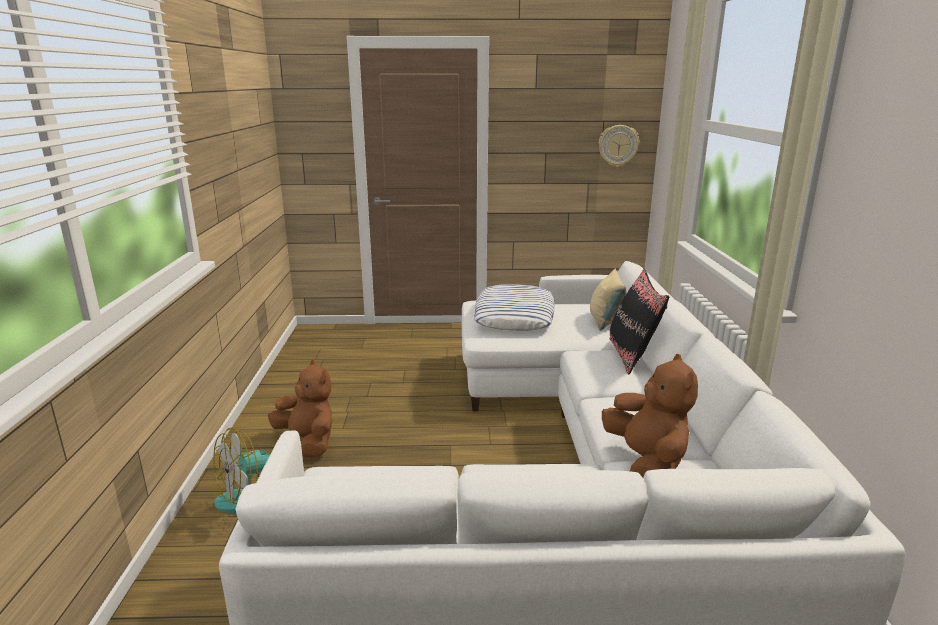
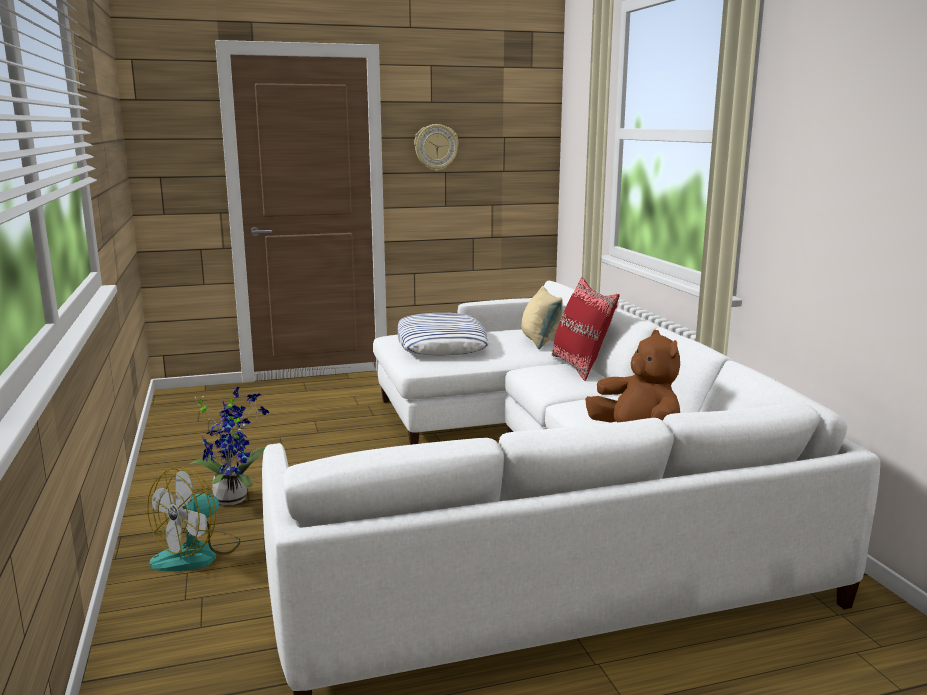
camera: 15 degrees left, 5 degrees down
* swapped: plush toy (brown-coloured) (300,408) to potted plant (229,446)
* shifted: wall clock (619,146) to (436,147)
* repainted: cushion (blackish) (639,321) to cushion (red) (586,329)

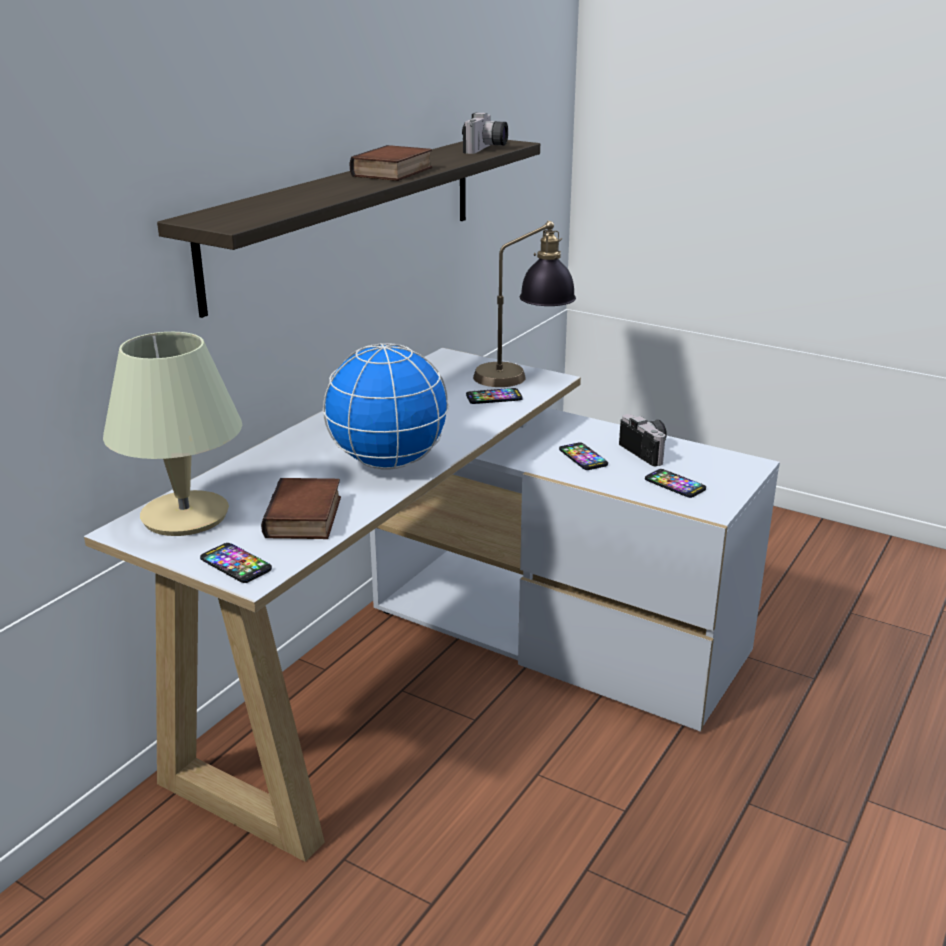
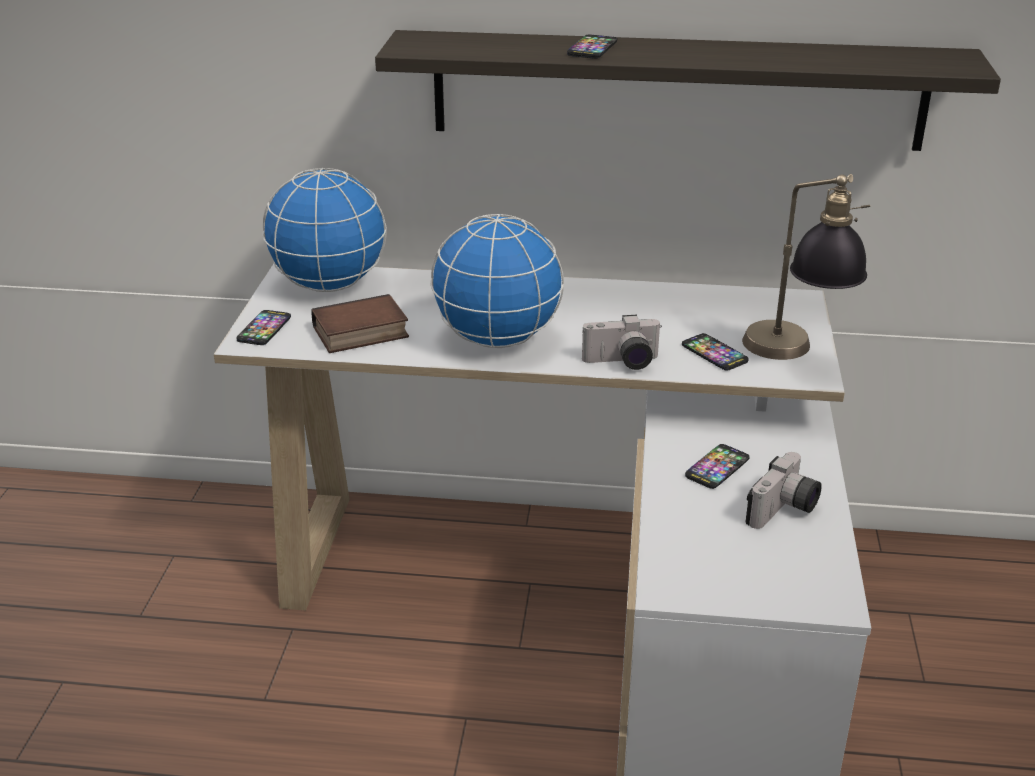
camera: 65 degrees right, 5 degrees up
* swapped: lamp for a table (sand-coloured) (172,434) to globe (324,230)
* shifted: phone (675,483) to (592,46)
* shifted: still camera (485,133) to (621,342)
* gone: book (390,163)

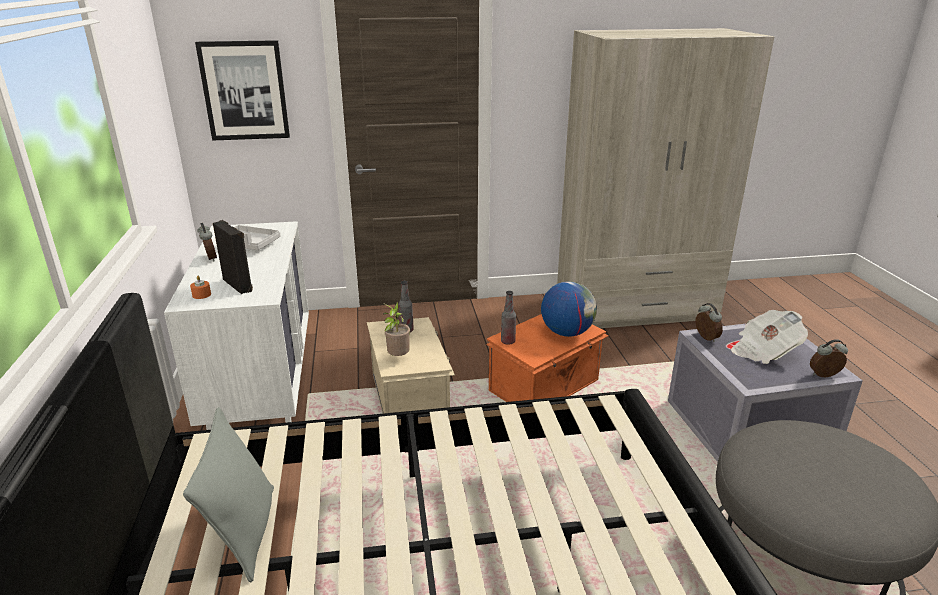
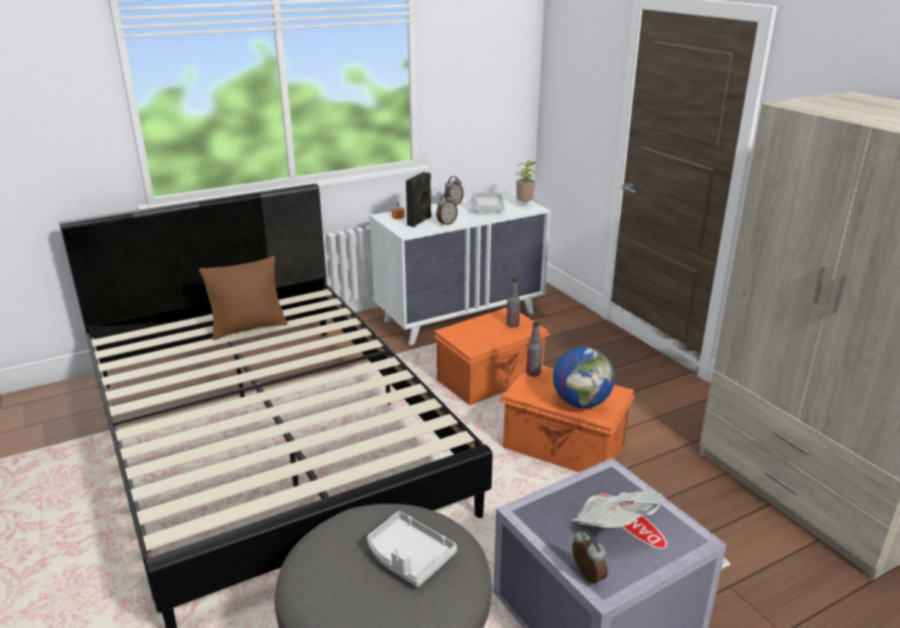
camera: 70 degrees right, 0 degrees up
* repainted: cushion (grey) (228,495) to cushion (brown-coloured) (243,298)
* new: tray (grey) (412,549)
* repainted: storage bin (sand-coloured) (411,365) to storage bin (orange-coloured) (492,356)
* shifted: alarm clock (709,322) to (447,209)
* shifted: potted plant (396,329) to (526,181)
* gone: wall art (242,90)

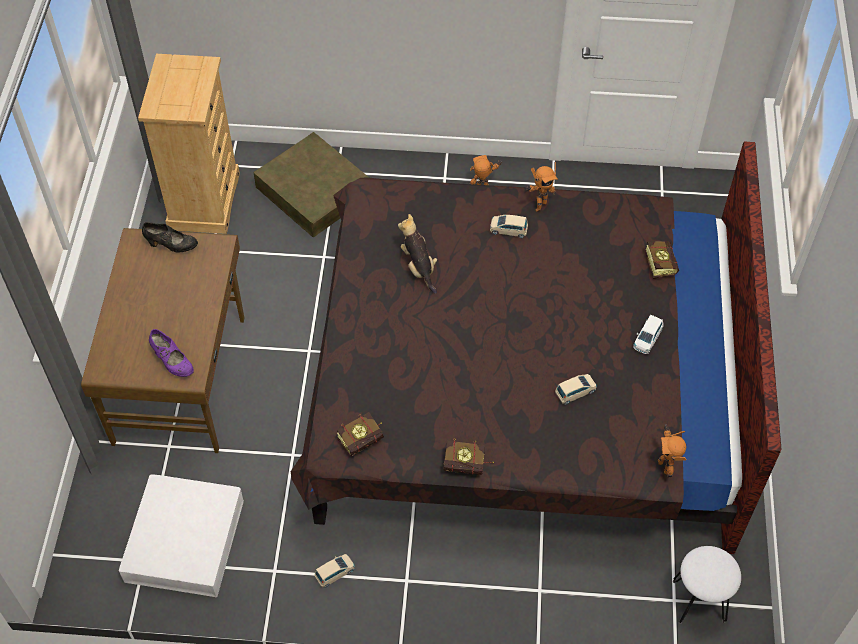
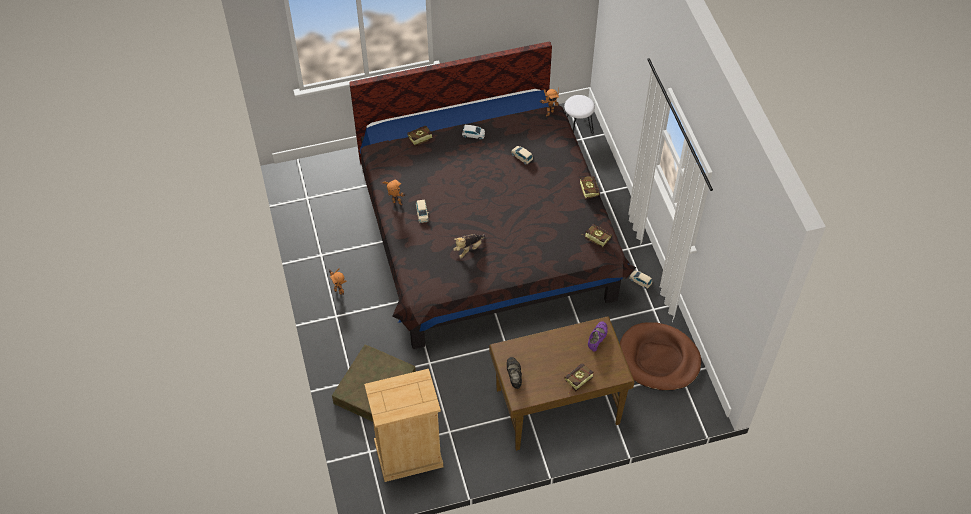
camera: 110 degrees left, 0 degrees up
* new: book (579,379)
* swapped: storage bin (white) (181,535) to dog bed (brown-coloured) (660,356)

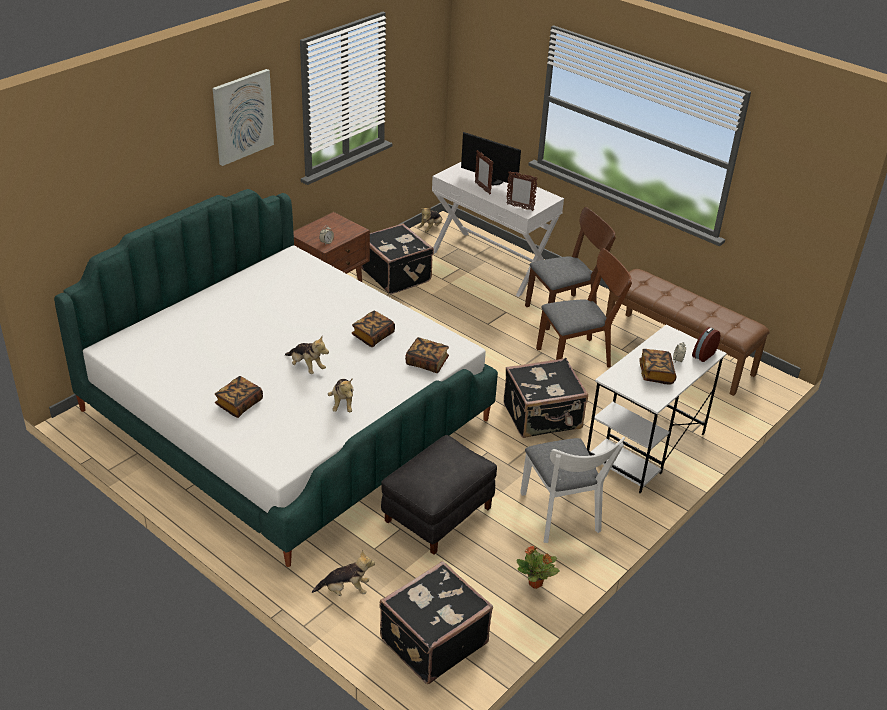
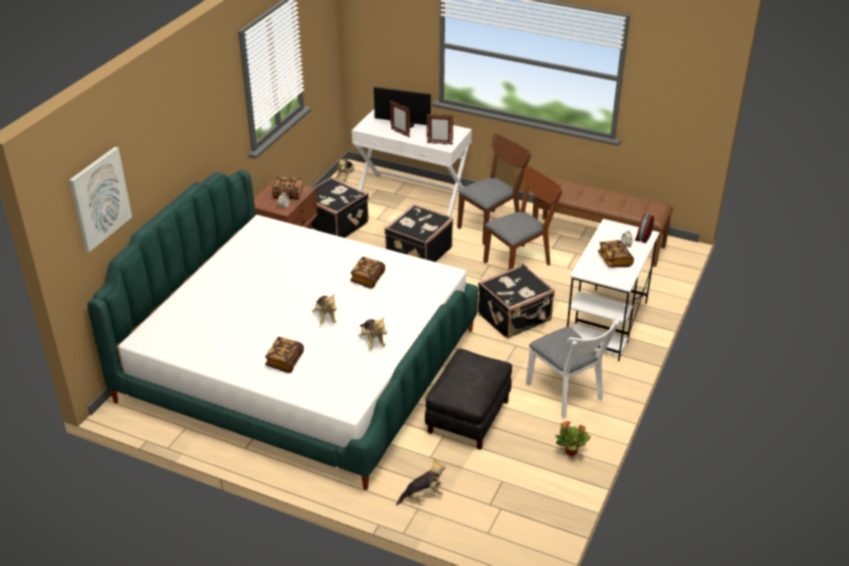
camera: 15 degrees left, 0 degrees up
* shifted: wall art (243,117) to (100,199)
* shifted: book (427,355) to (287,188)
* rotated: plush toy (307,355) = (324,308) 45 degrees clockwise
* shifted: suitcase (blackish) (436,622) to (419,233)

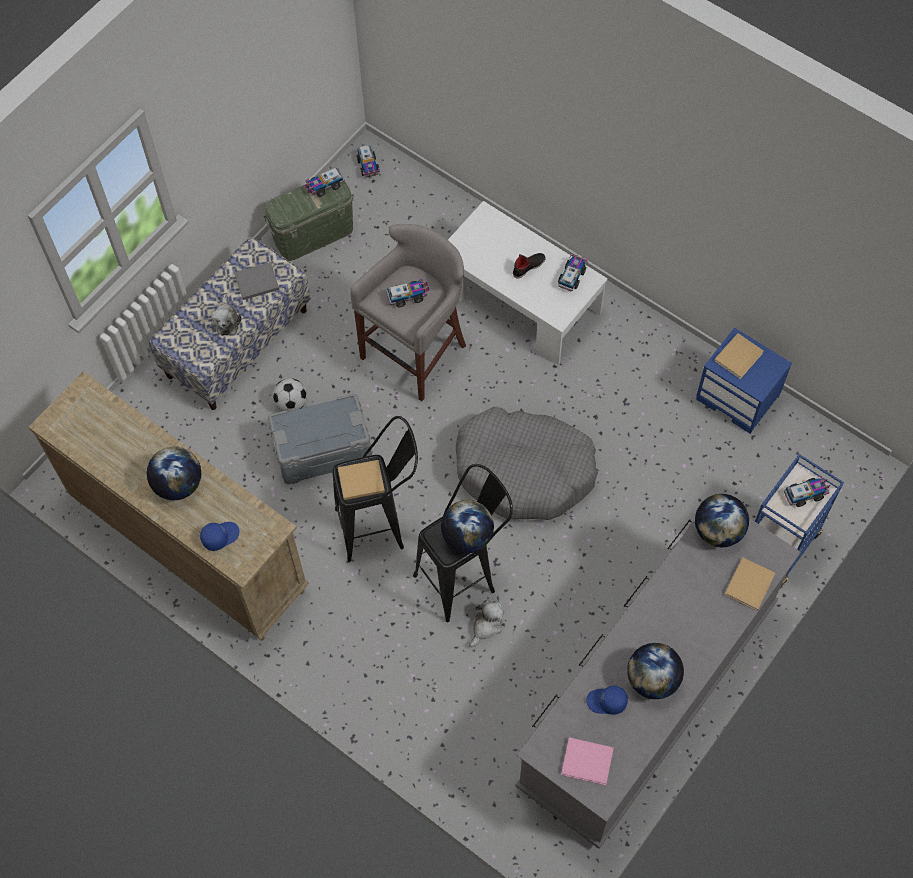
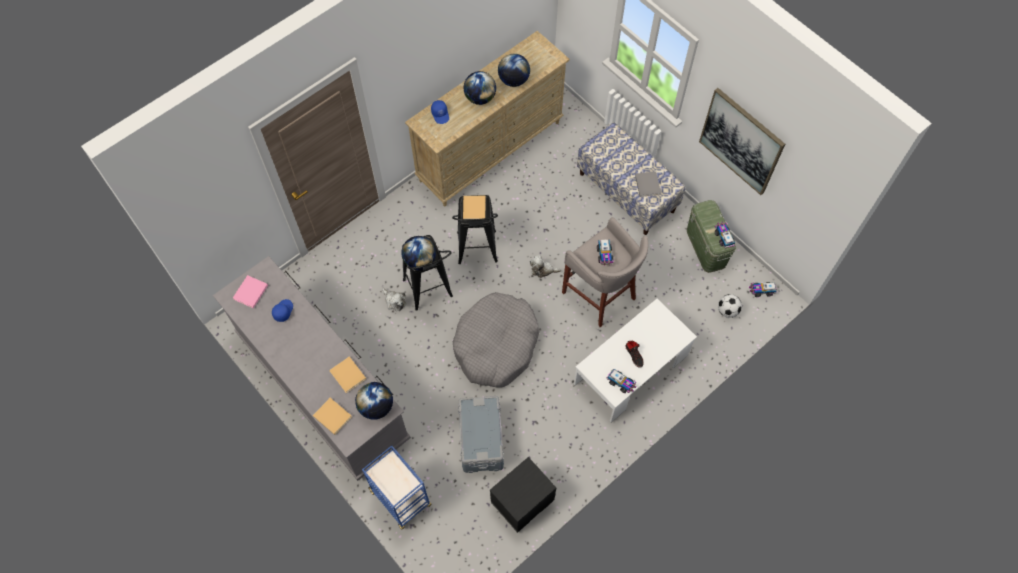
camera: 100 degrees right, 0 degrees up
* shifted: book (sand-coloured) (739,356) to (347,374)
* shifted: storage bin (grey) (320,439) to (481,434)
* repainted: night table (blue-coloured) (744,381) to night table (blackish) (523,495)
* shifted: globe (655,671) to (514,70)
* shifted: plush toy (226,315) to (545,266)
* new: wall art (742,141)
* shifted: football (290,395) to (730,306)
* gone: toy lorry (807,491)

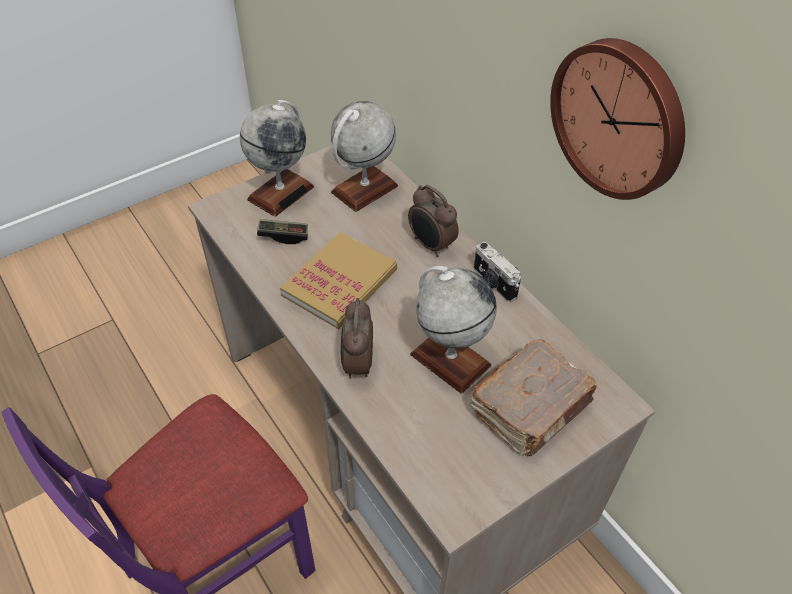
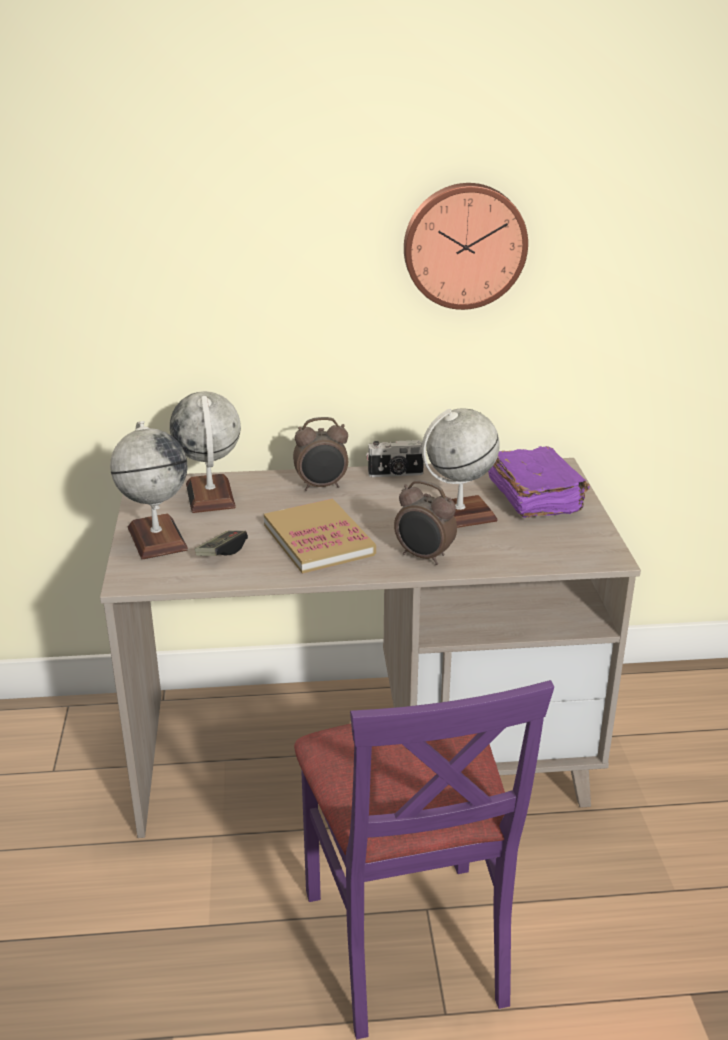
camera: 60 degrees left, 20 degrees down
* repainted: book (brown-coloured) (533,397) to book (purplish) (539,482)

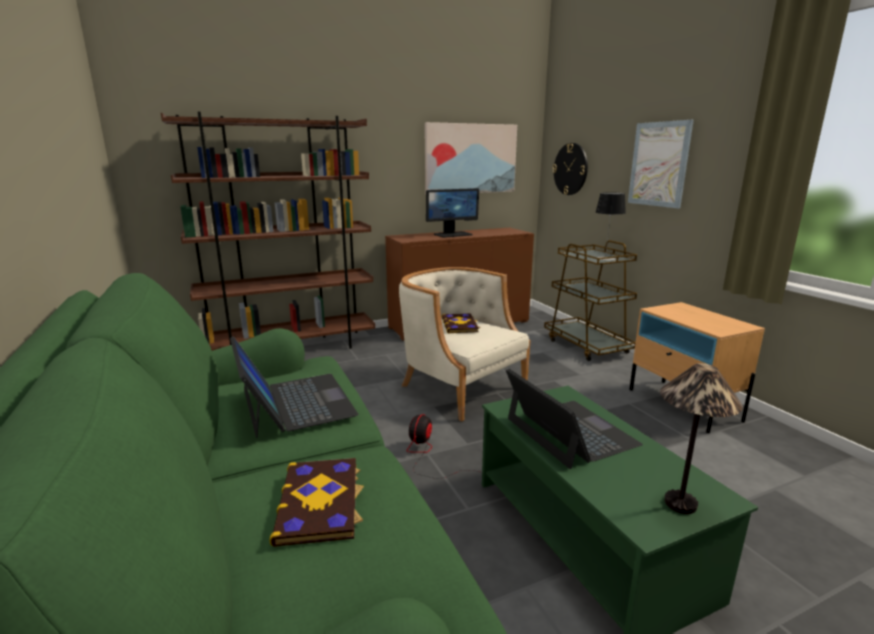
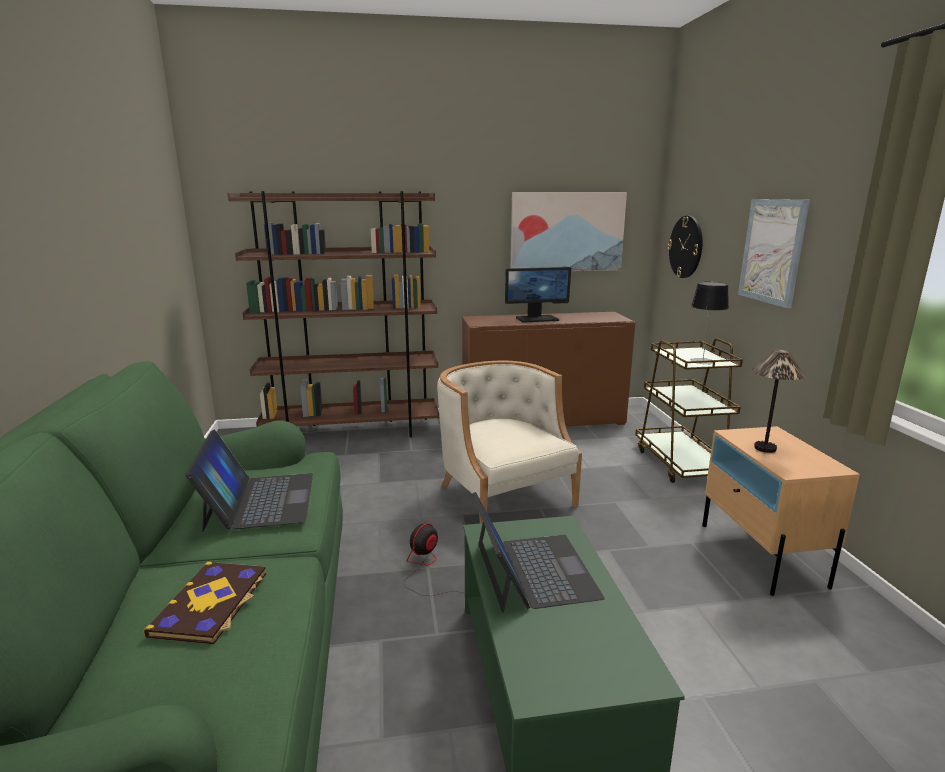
camera: 15 degrees right, 0 degrees up
* shifted: lamp for a table (701,438) to (779,401)
* gone: book (461,323)

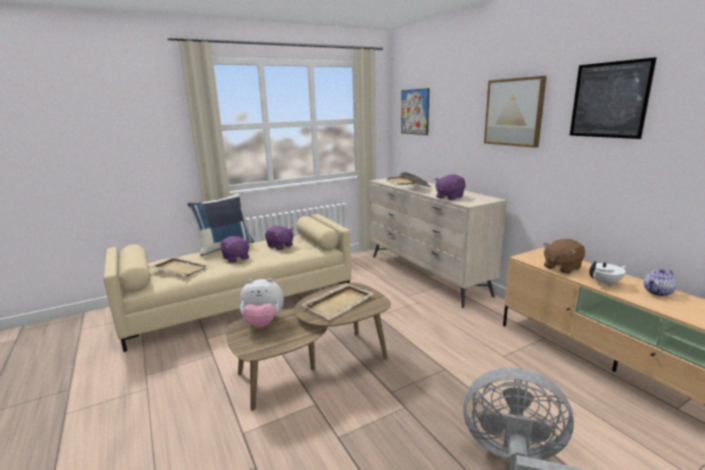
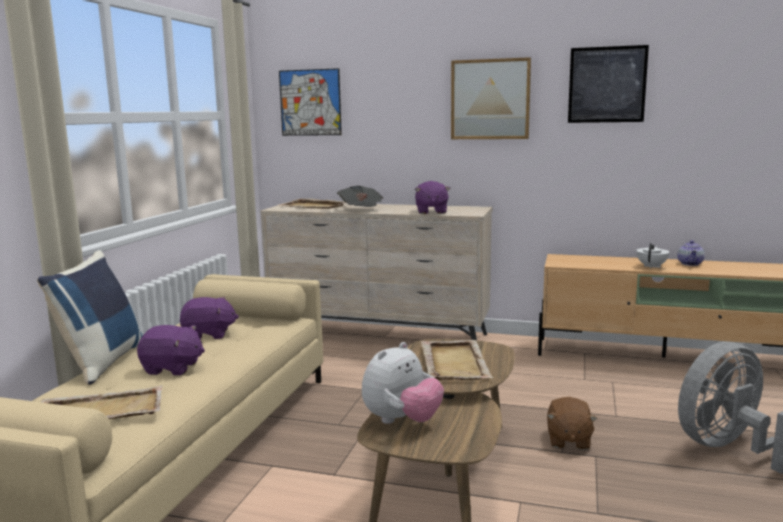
camera: 45 degrees left, 5 degrees down
* shifted: plush toy (brown-coloured) (564,256) to (572,423)

